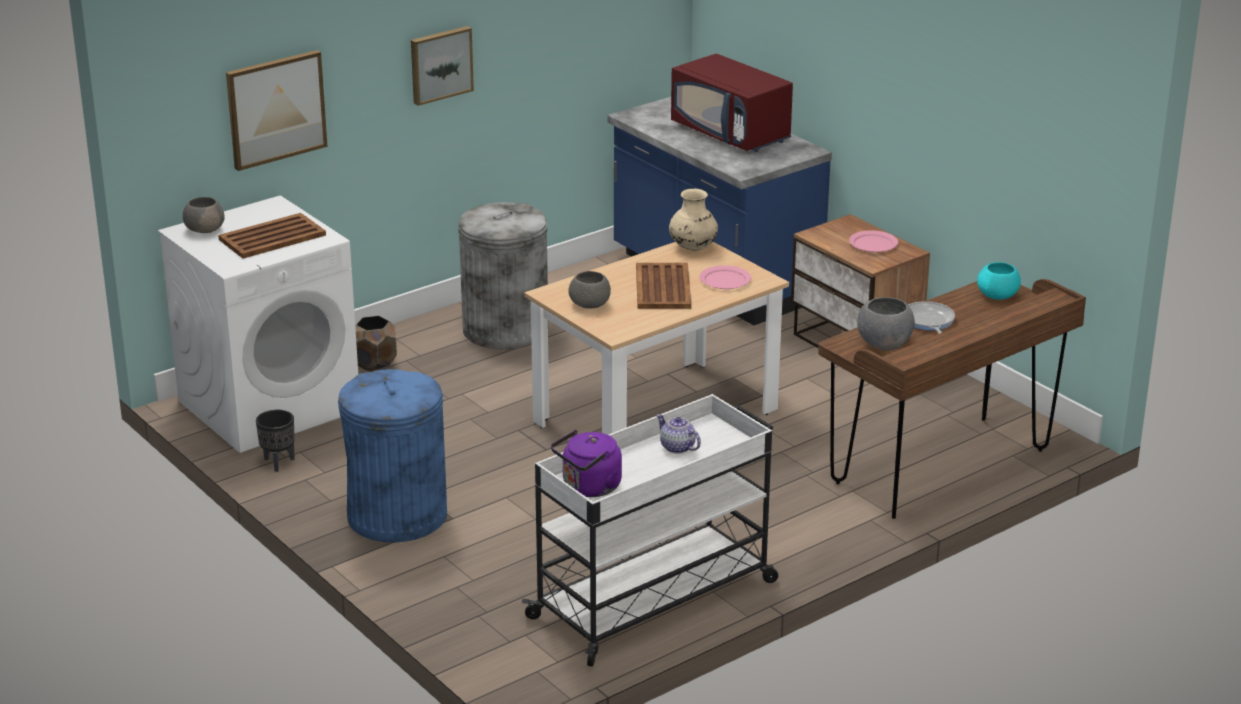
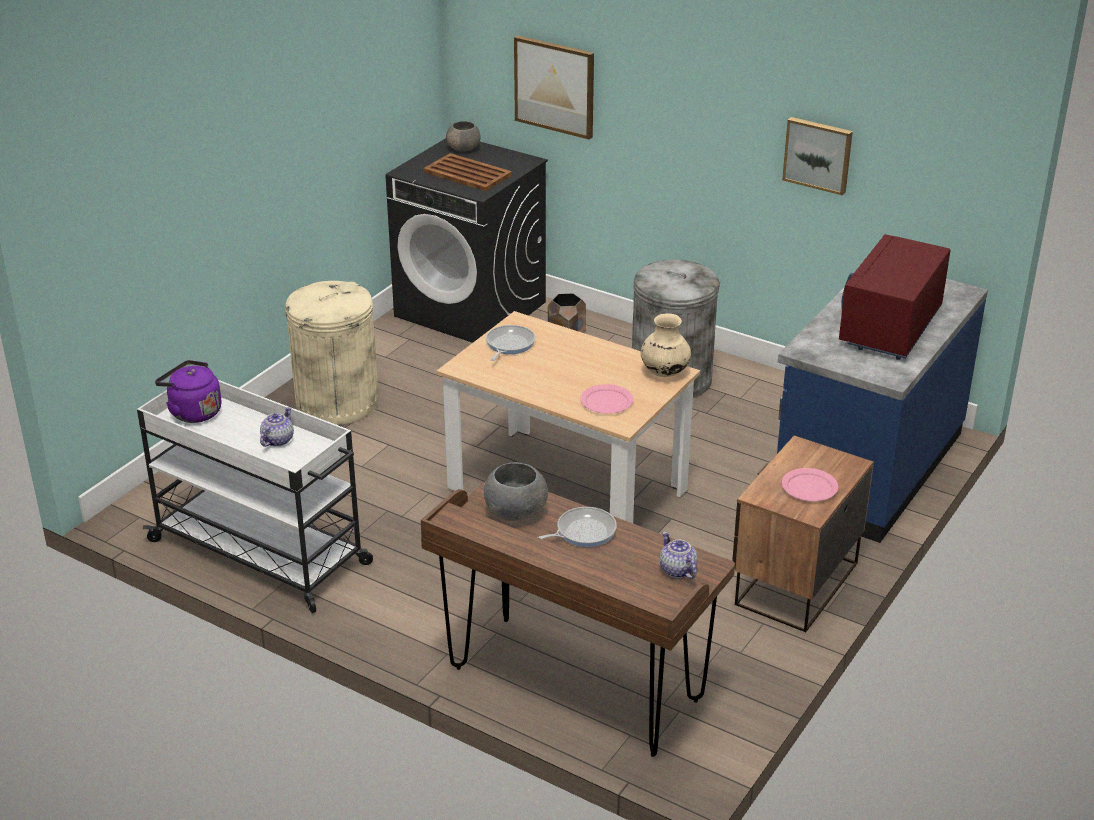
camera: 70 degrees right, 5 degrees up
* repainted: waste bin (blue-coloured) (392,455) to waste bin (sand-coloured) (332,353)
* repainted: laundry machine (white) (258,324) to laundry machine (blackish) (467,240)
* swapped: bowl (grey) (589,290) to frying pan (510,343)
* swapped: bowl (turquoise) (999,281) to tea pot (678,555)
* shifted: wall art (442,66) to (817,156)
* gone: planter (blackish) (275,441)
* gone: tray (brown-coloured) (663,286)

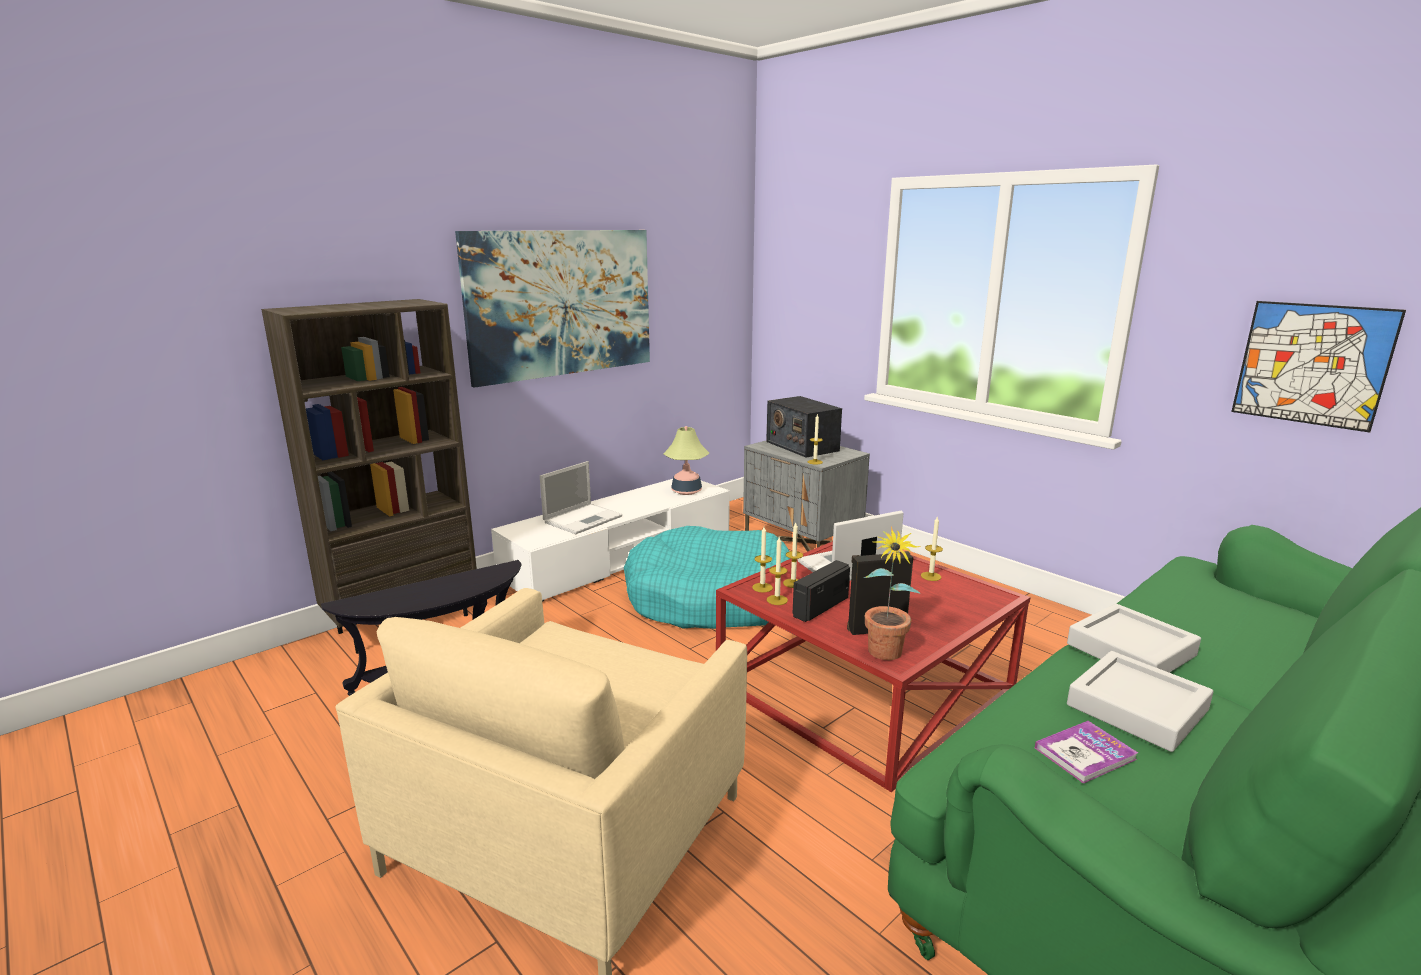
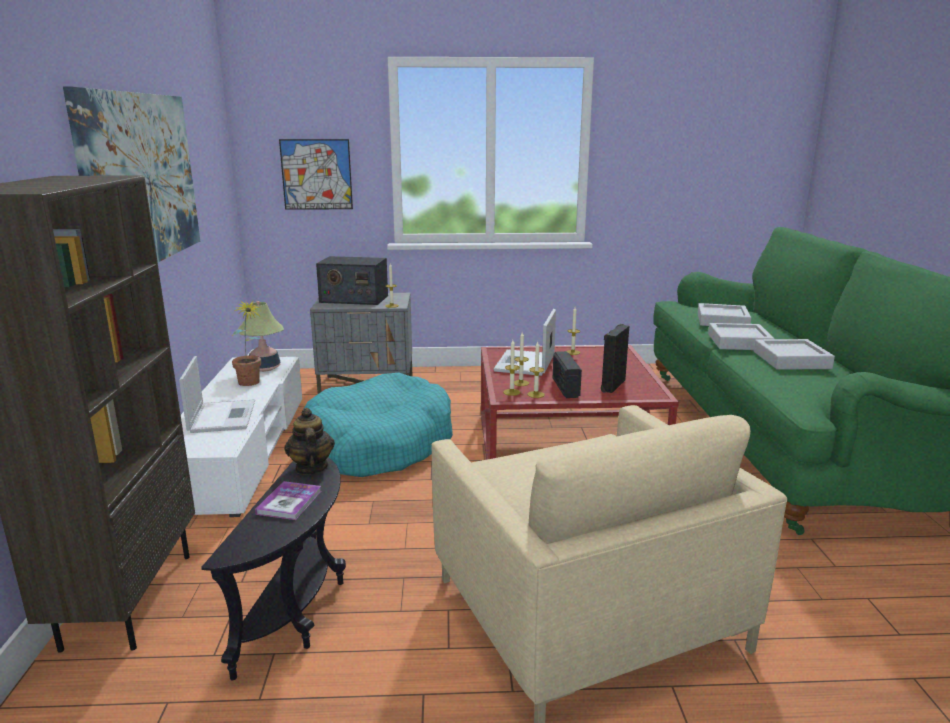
camera: 50 degrees left, 0 degrees up
* shifted: potted plant (893,593) to (246,343)
* shifted: book (1086,752) to (288,500)
* shifted: wall art (1318,367) to (316,174)
* new: tea pot (309,441)
* new: tray (grey) (724,314)

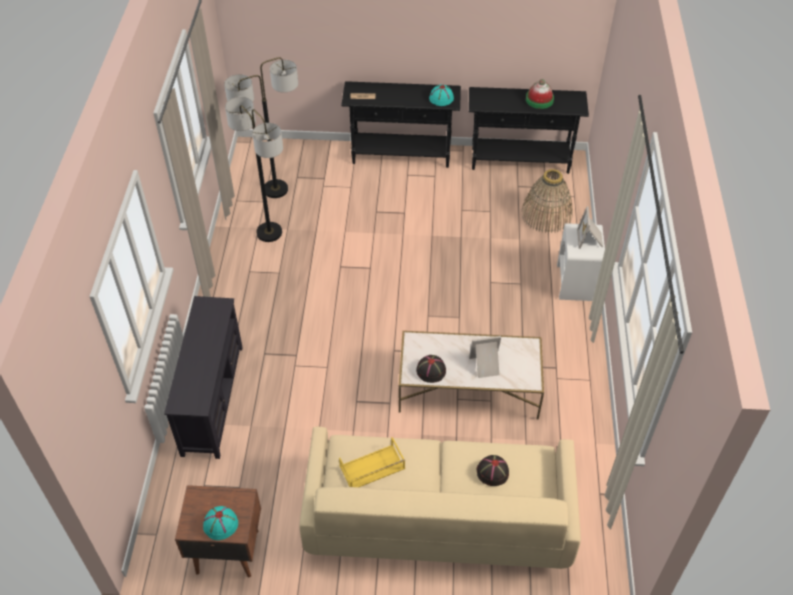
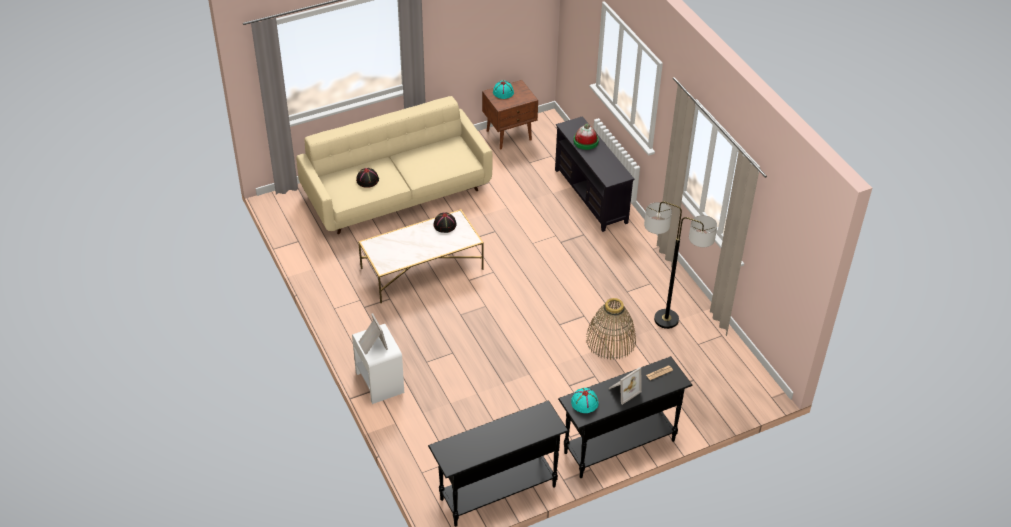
camera: 150 degrees right, 5 degrees down
* shifted: clothing hat (540,94) to (586,137)
* shifted: household basket (547,201) to (611,329)
* shifted: picture frame (485,357) to (625,386)
* gone: floor lamp (261,127)
* gone: tray (yellowish) (372,462)

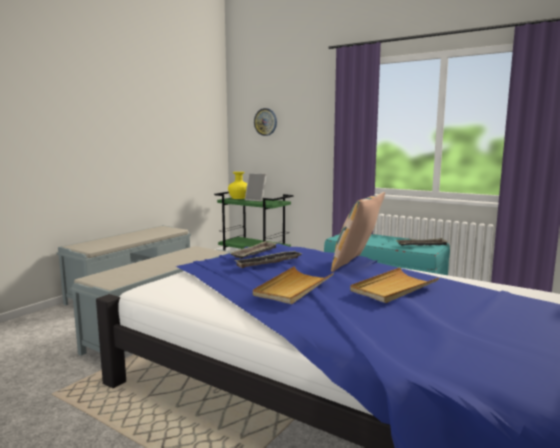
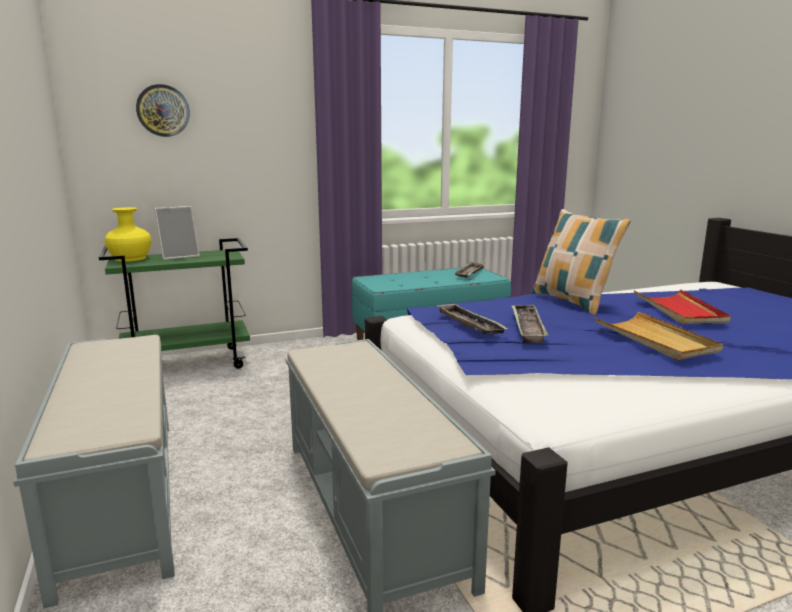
camera: 55 degrees left, 5 degrees up
* repainted: tray (sand-coloured) (394,285) to tray (red) (682,306)

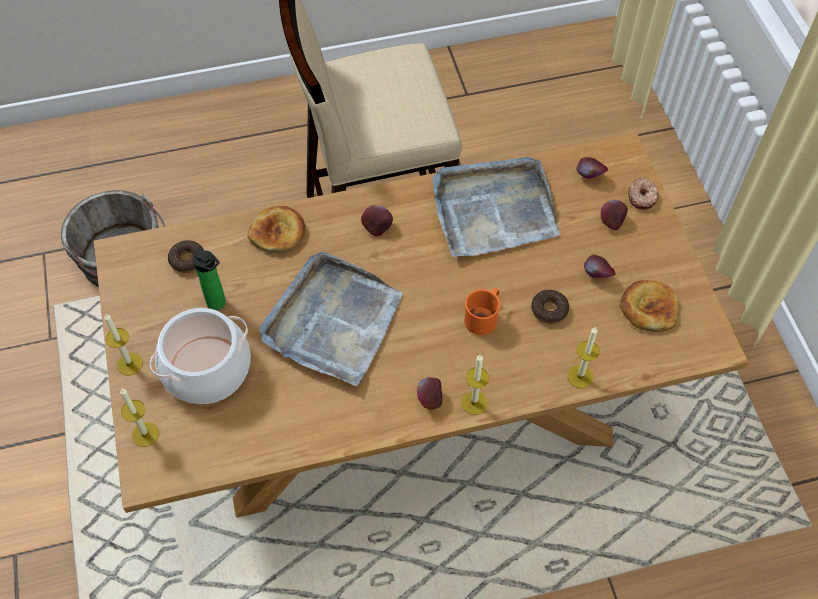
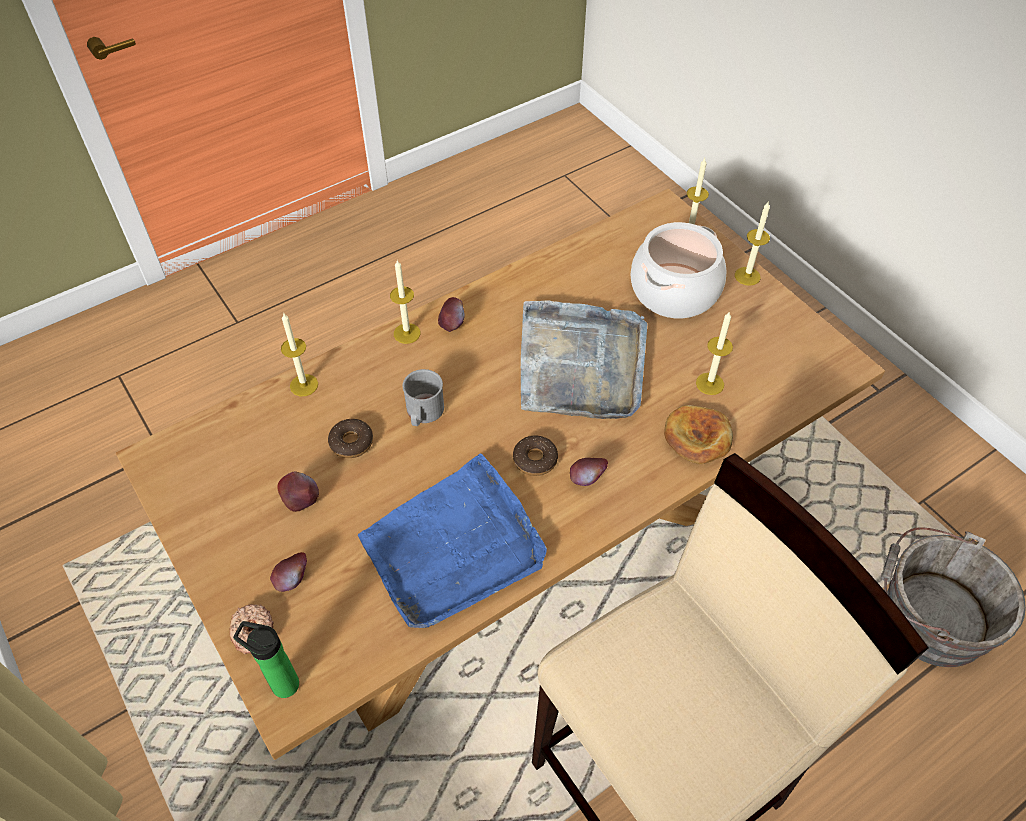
camera: 160 degrees right, 5 degrees down
* shifted: beverage bottle (209,279) to (266,659)
* repainted: tray (grey) (496,207) to tray (blue-coloured) (452,540)
* repainted: tea mug (orange-coloured) (482,311) to tea mug (grey) (423,397)
* shifted: donut (186,256) to (535,455)
* new: wax light (714,353)
* gone: apple fruit (592,168)
* gone: bakery bread (649,306)

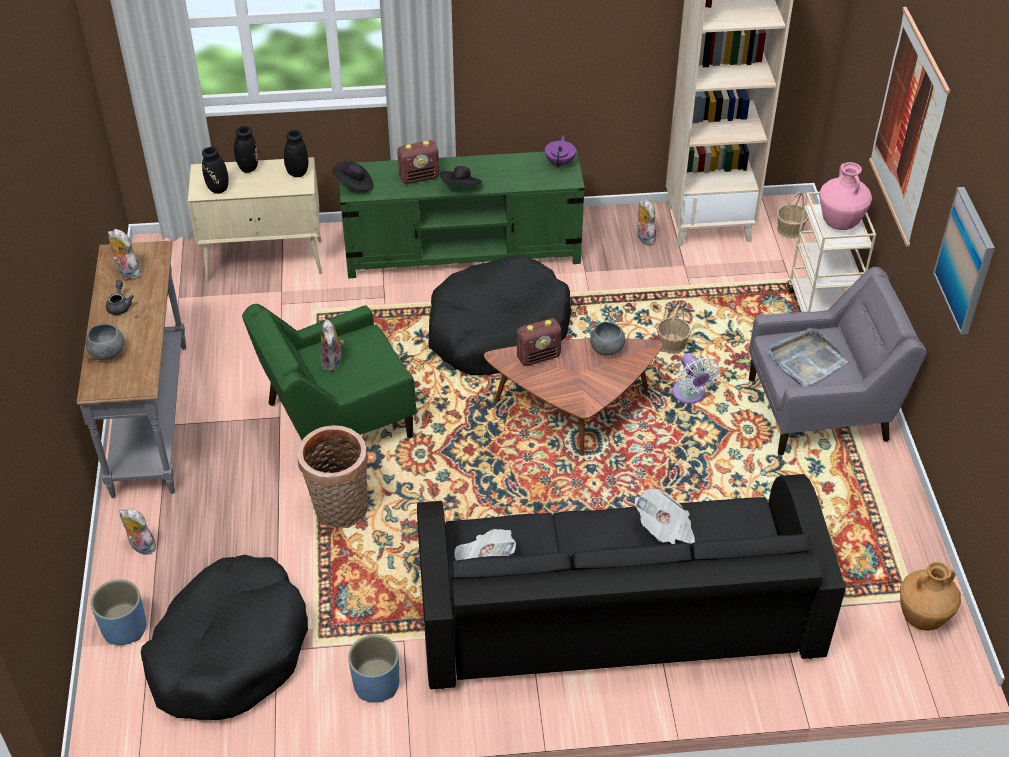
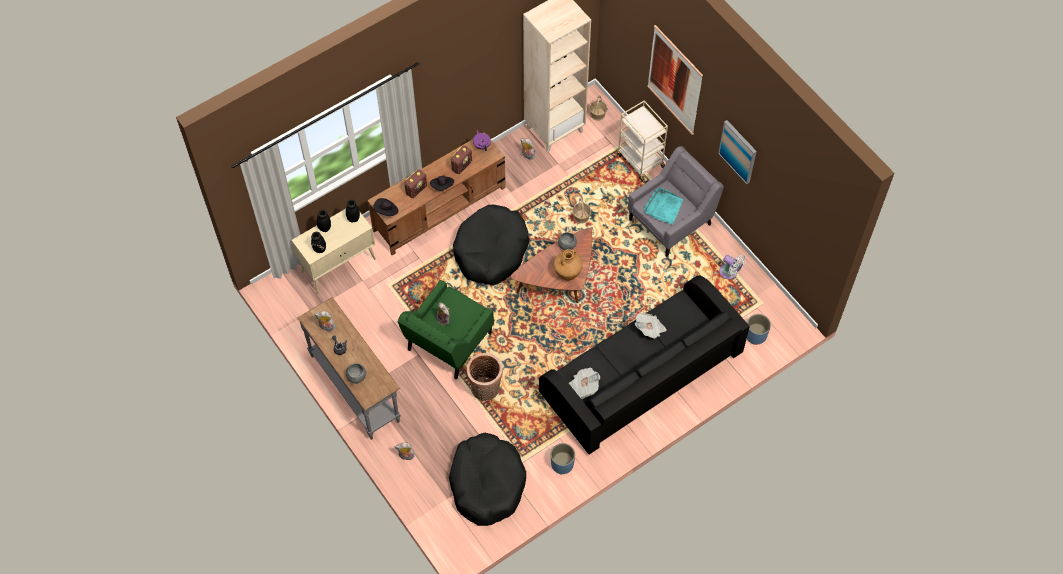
camera: 30 degrees left, 15 degrees up
* repainted: tv stand (green) (462,214) to tv stand (brown-coloured) (436,193)
* shifted: radio set (539,342) to (461,159)
* shifted: decorative vase (brown-coloured) (930,596) to (568,265)
* repainted: tray (grey) (808,357) to tray (turquoise) (663,206)
* shifted: fan (white) (695,378) to (732,267)
* shifted: planter (blue-coloured) (119,612) to (759,329)
* gone: decorative vase (pink) (845,196)

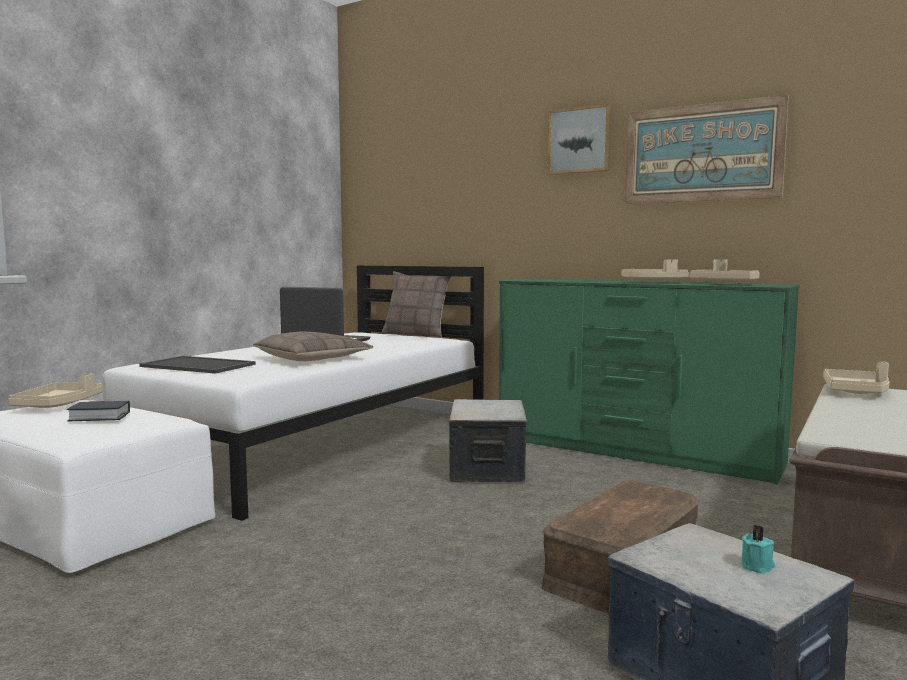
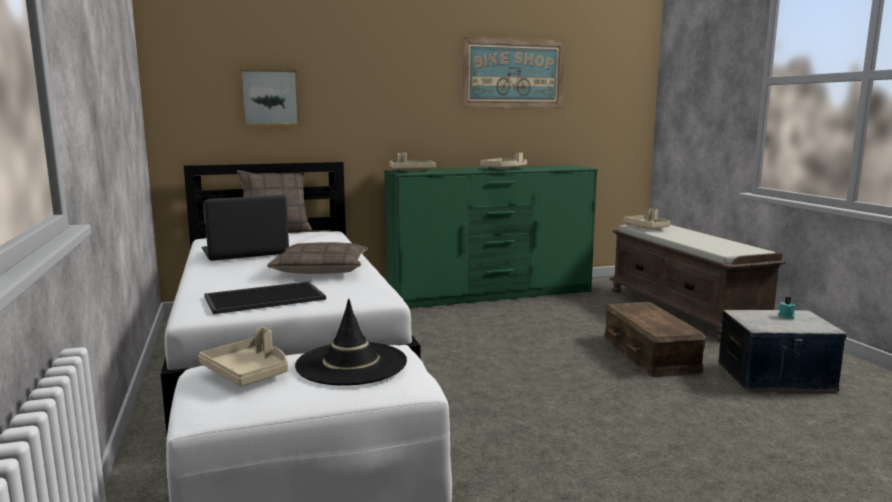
camera: 50 degrees left, 5 degrees up
* shifted: wall art (579,139) to (270,97)
* swapped: book (98,411) to clothing hat (blackish) (351,342)
* shifted: tray (sand-coloured) (725,271) to (412,162)
* gone: storage bin (488,440)

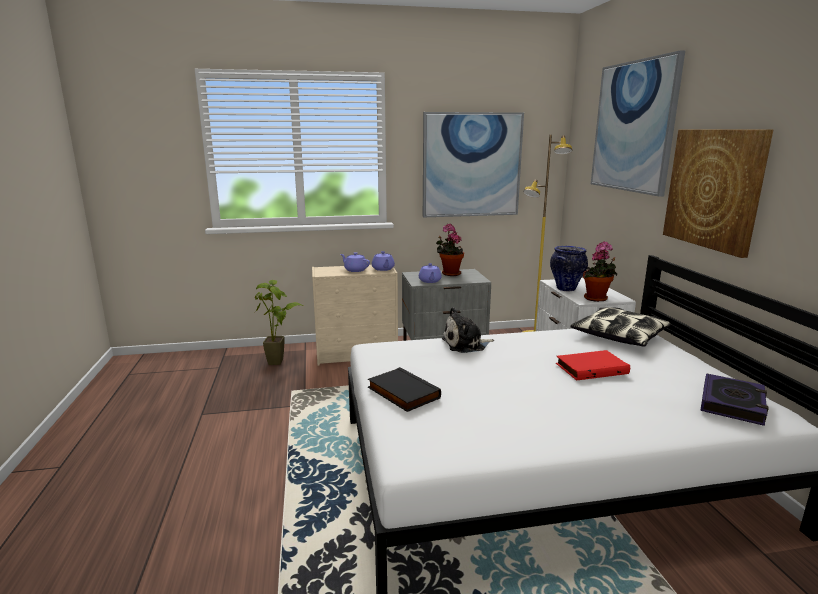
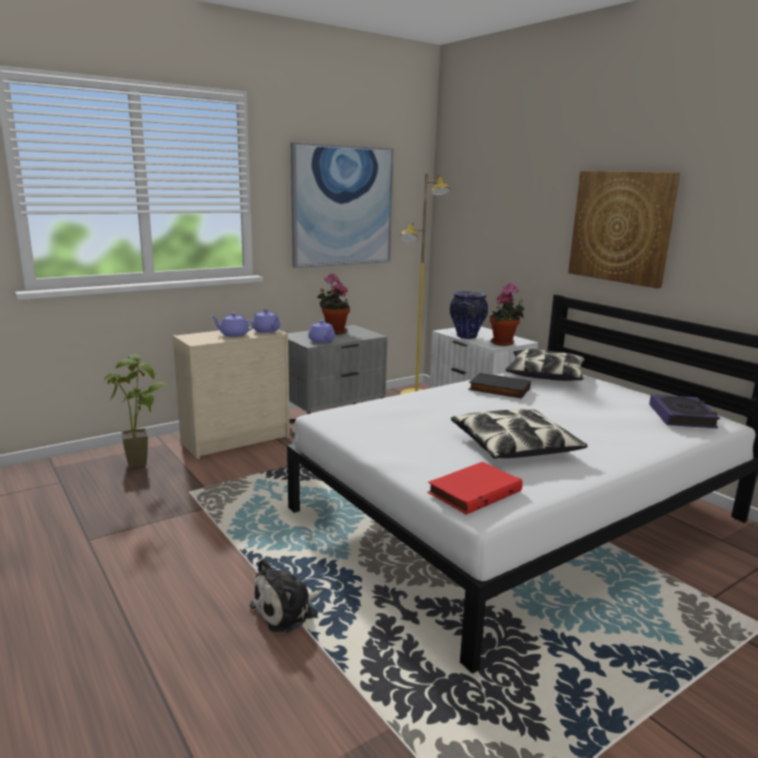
camera: 25 degrees left, 0 degrees up
* shifted: plush toy (468,330) to (286,595)
* shifted: book (red) (593,365) to (475,488)
* new: cushion (519,434)
* shifted: book (blackish) (404,389) to (499,386)
* gone: wall art (638,123)

